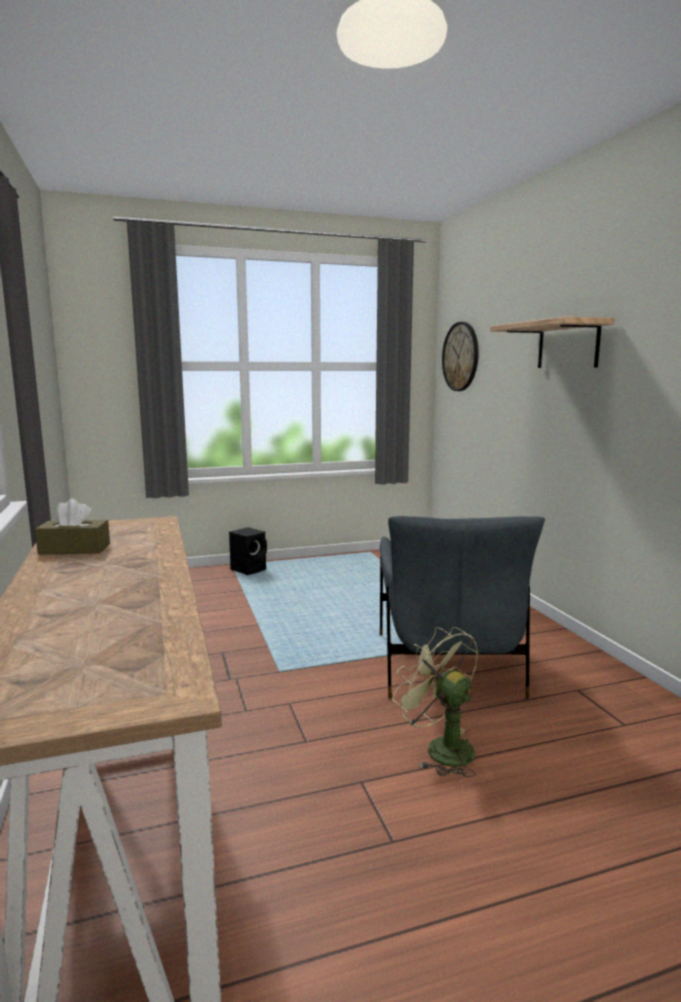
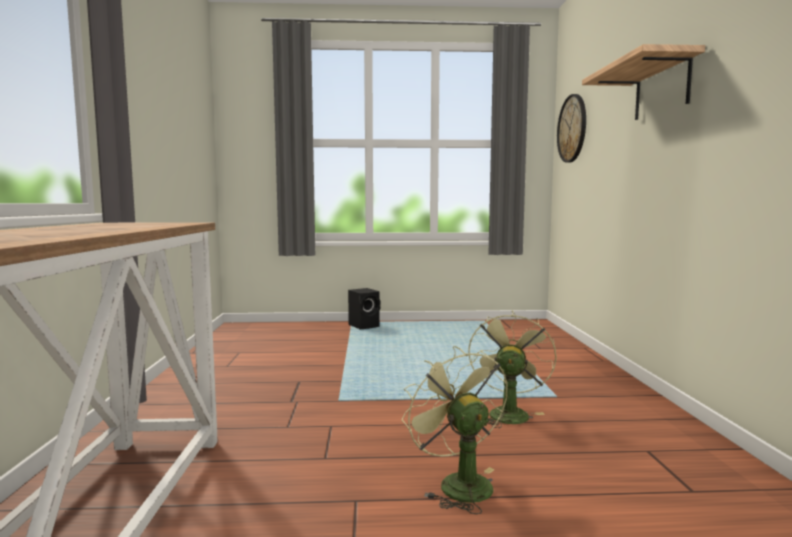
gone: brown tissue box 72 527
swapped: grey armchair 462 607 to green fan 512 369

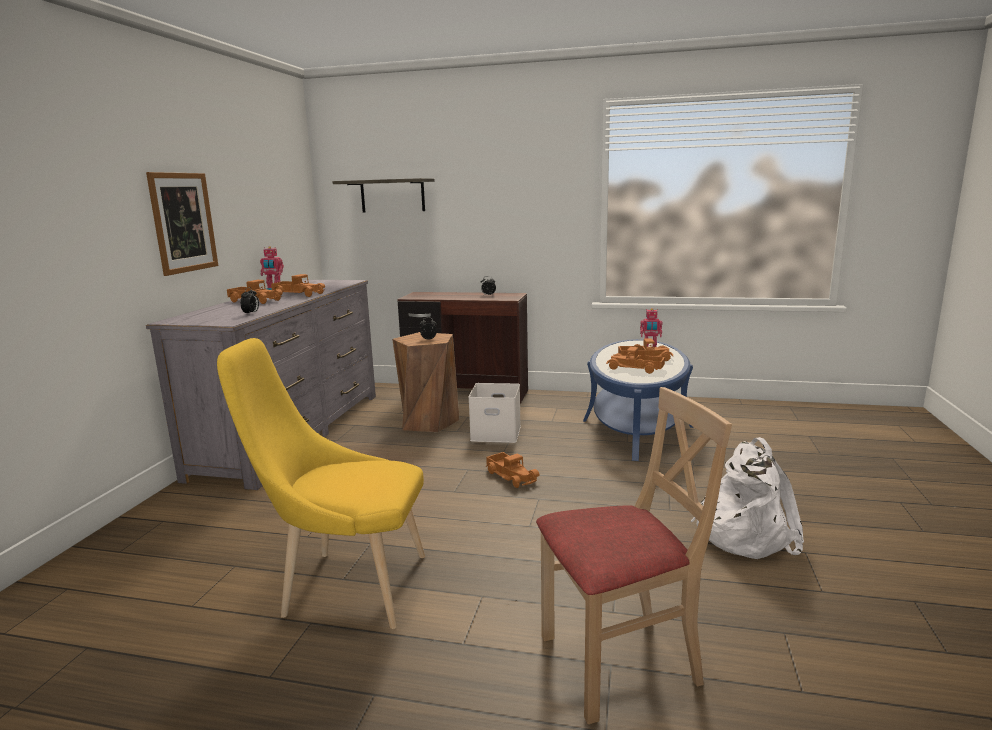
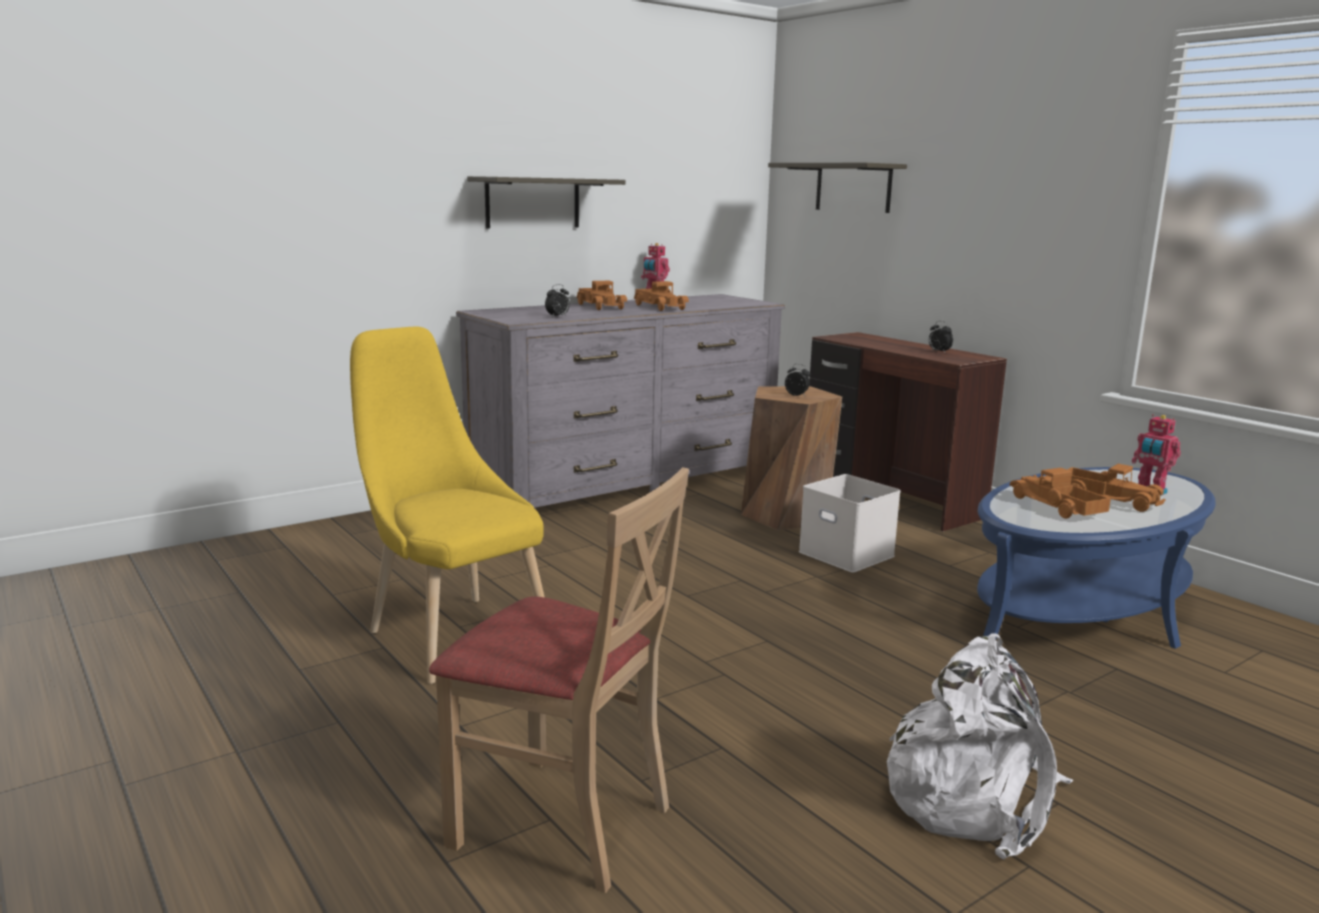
gone: toy truck 513 470
swapped: picture 182 224 to shelf 546 202

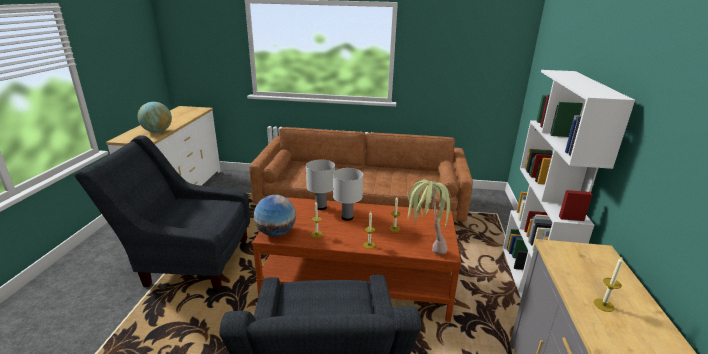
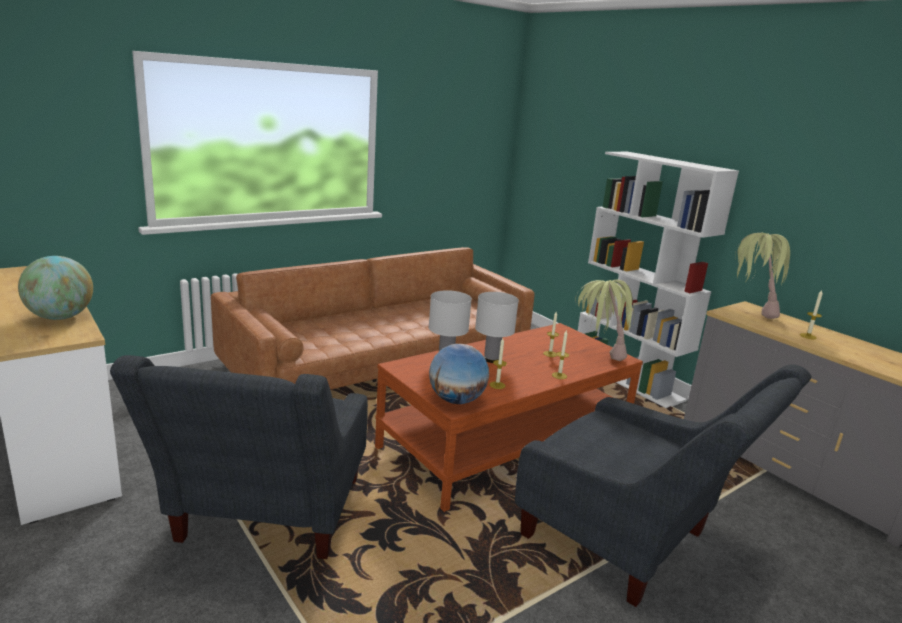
new: potted plant 762 276
rotated: grey armchair 162 212 = 239 457 45 degrees counterclockwise

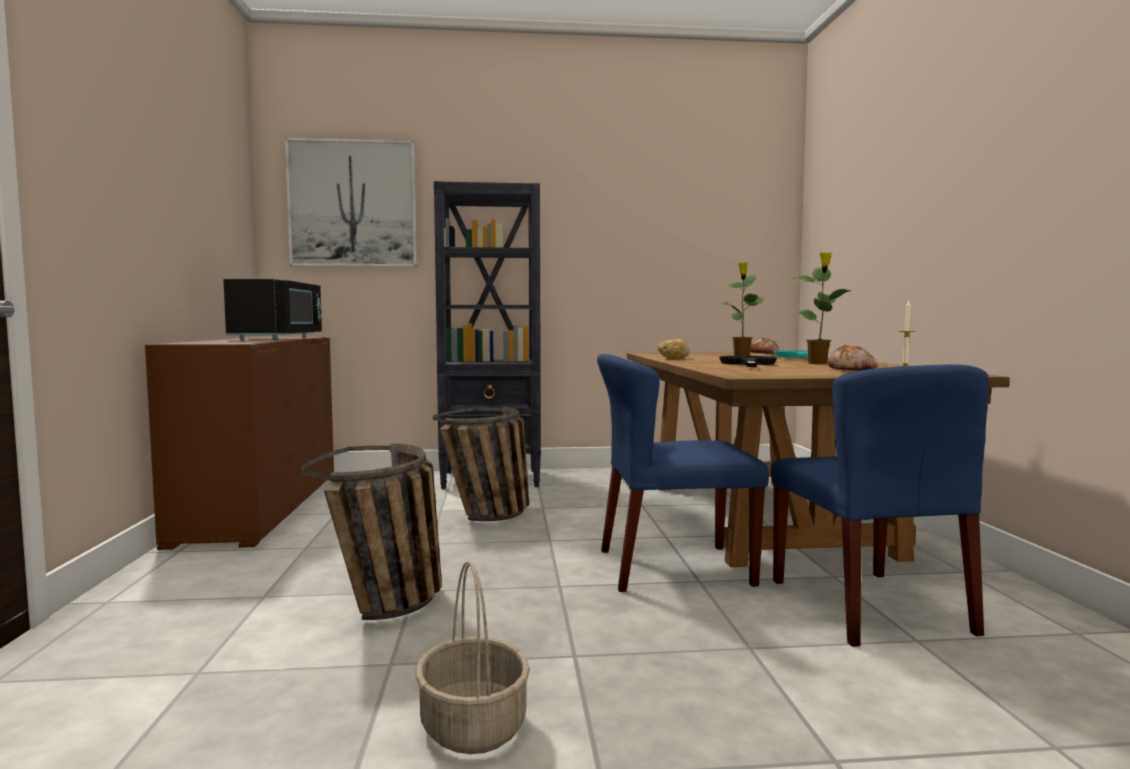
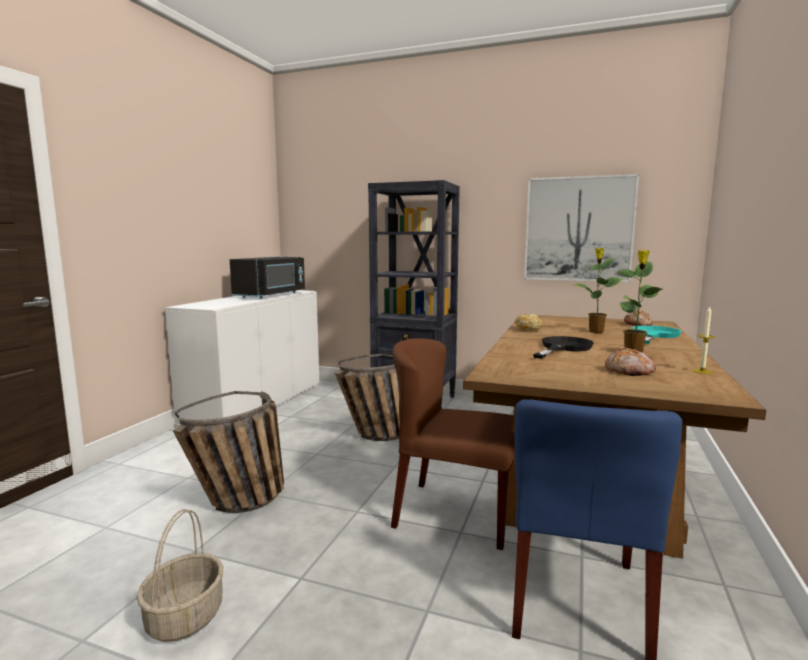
shifted: picture 351 202 to 581 228
repainted: brown cabinet 239 443 to white cabinet 242 359; blue chair 683 473 to brown chair 453 444

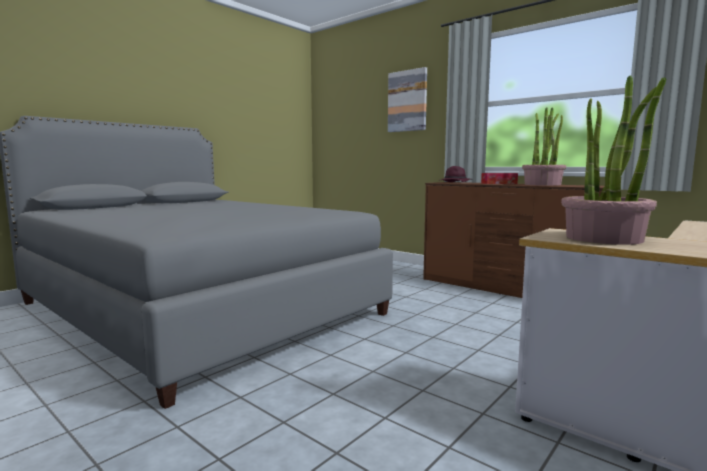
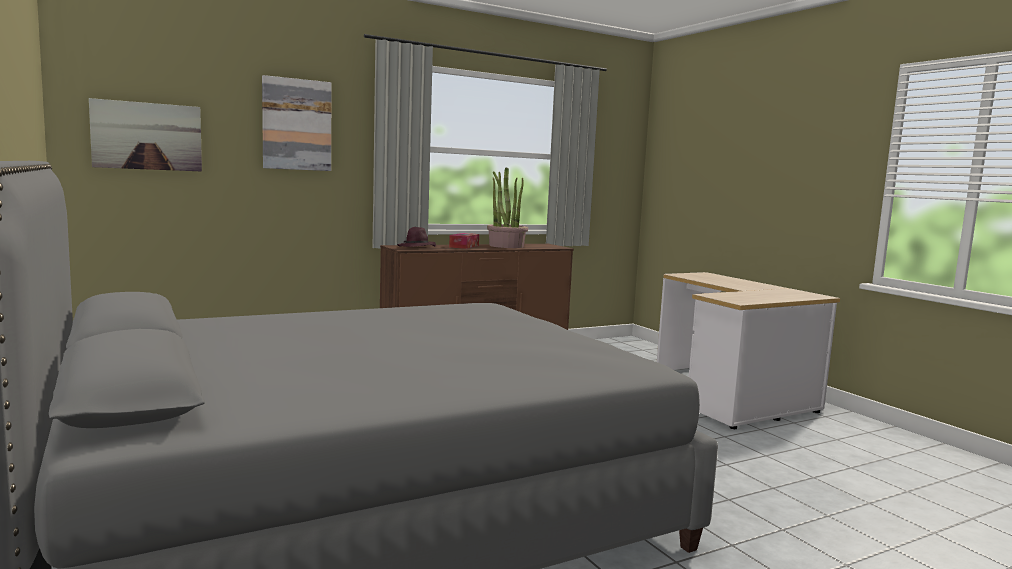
gone: potted plant 613 160
new: picture 145 134

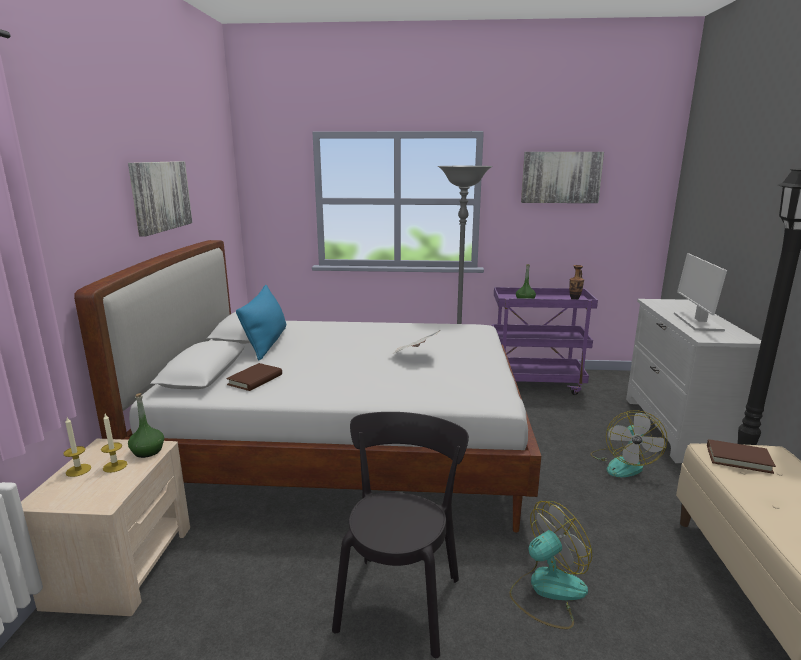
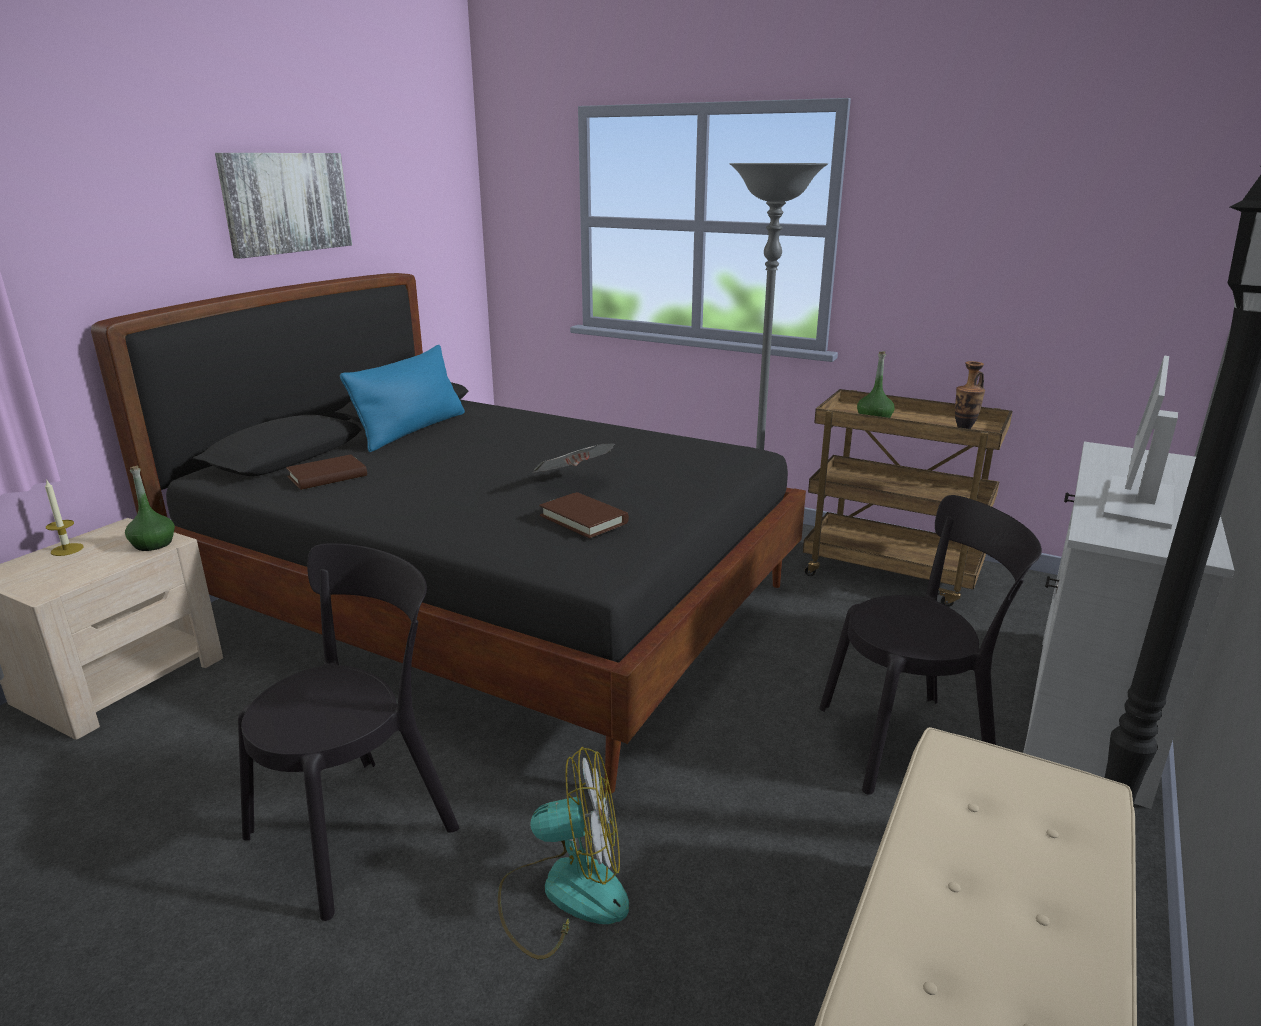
gone: candle 114 443; picture 562 177
shifted: brown book 741 456 to 584 515
swapped: fan 629 443 to black chair 930 645
repainted: white bed 307 386 to black bed 448 533; purple cart 545 341 to brown cart 908 498

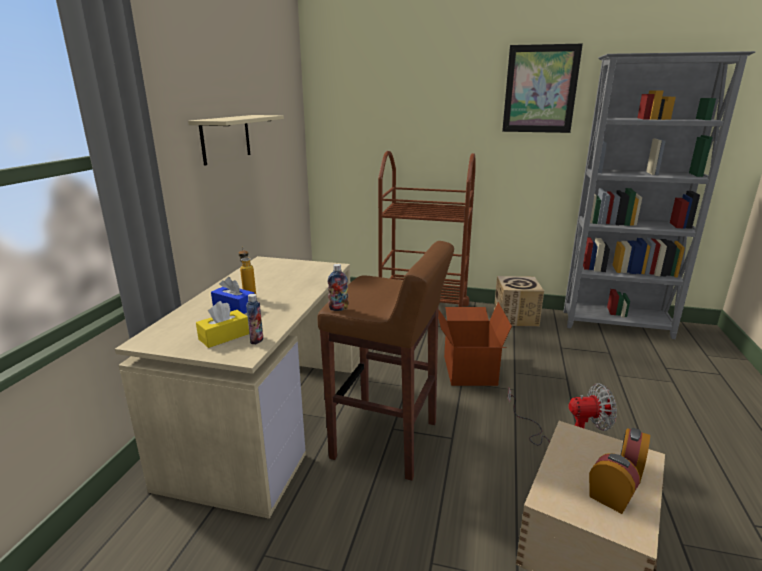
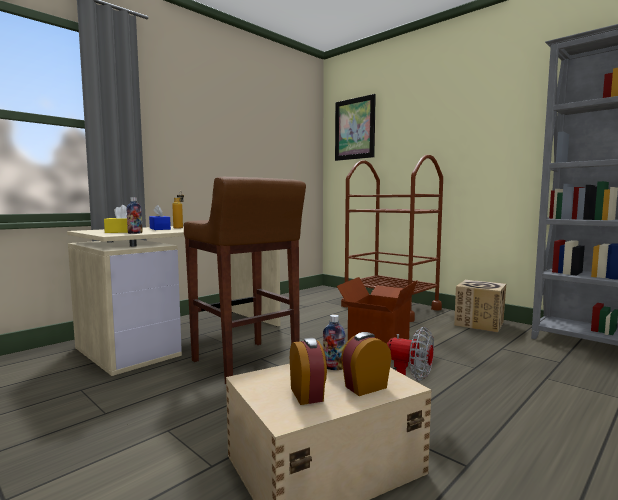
gone: beige shelf 236 140
shifted: bottle 338 287 to 334 342; picture 542 88 to 355 127

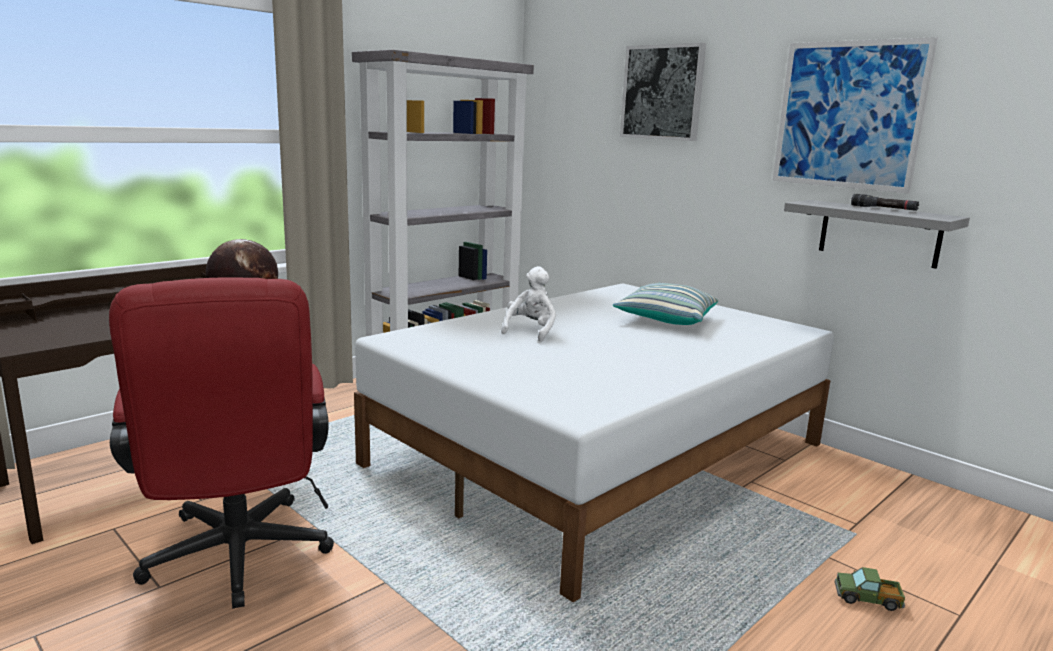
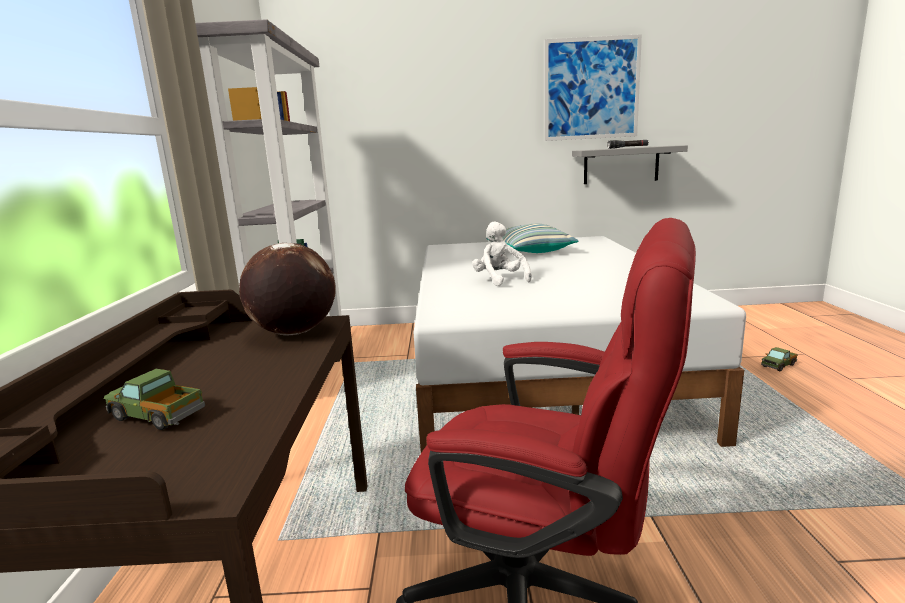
gone: picture 663 92
new: toy truck 154 399

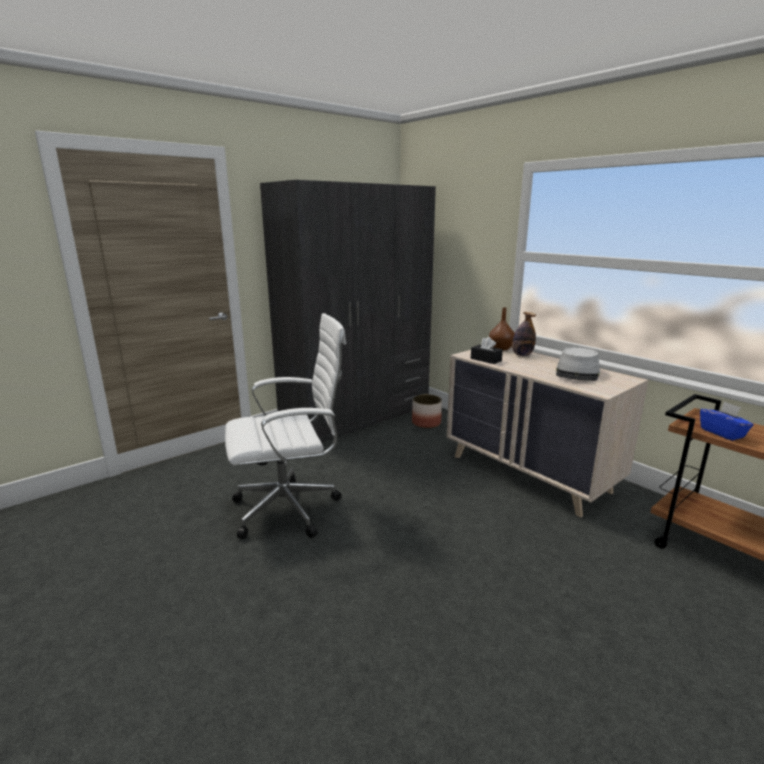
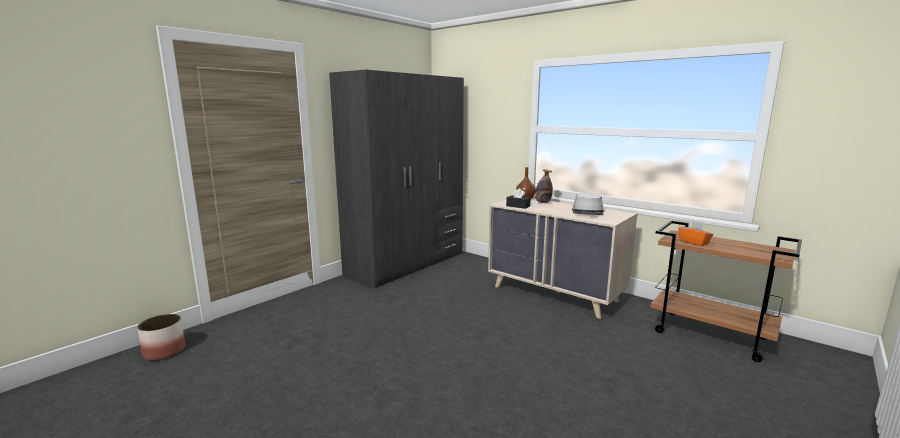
gone: white office chair 285 426
shifted: planter 427 411 to 161 337
repainted: blue tissue box 726 421 to orange tissue box 695 233

